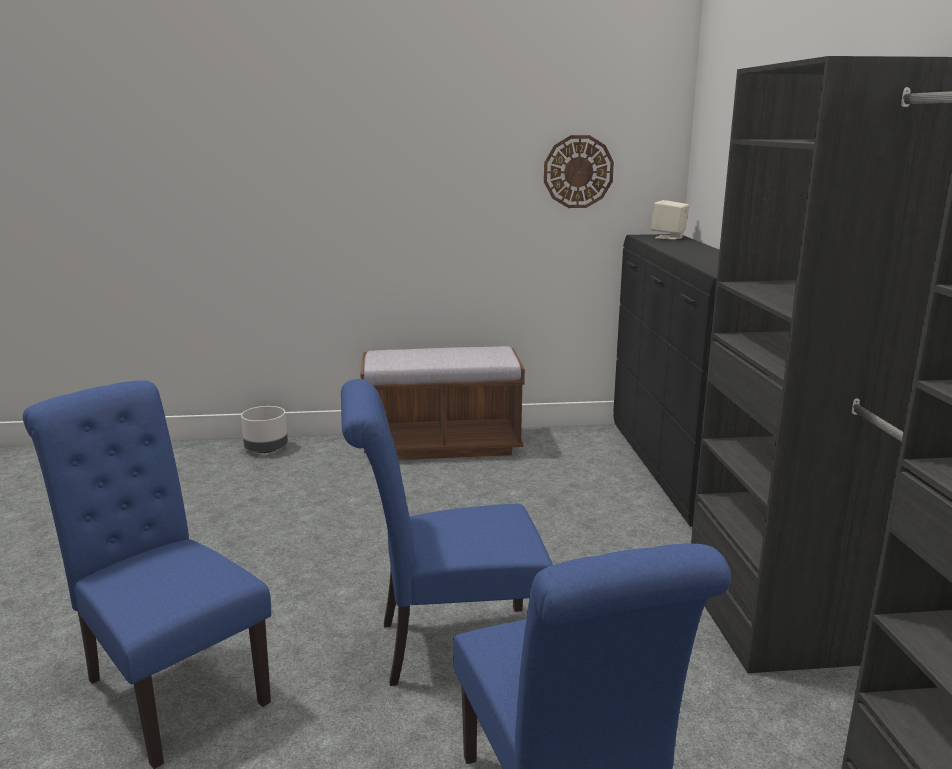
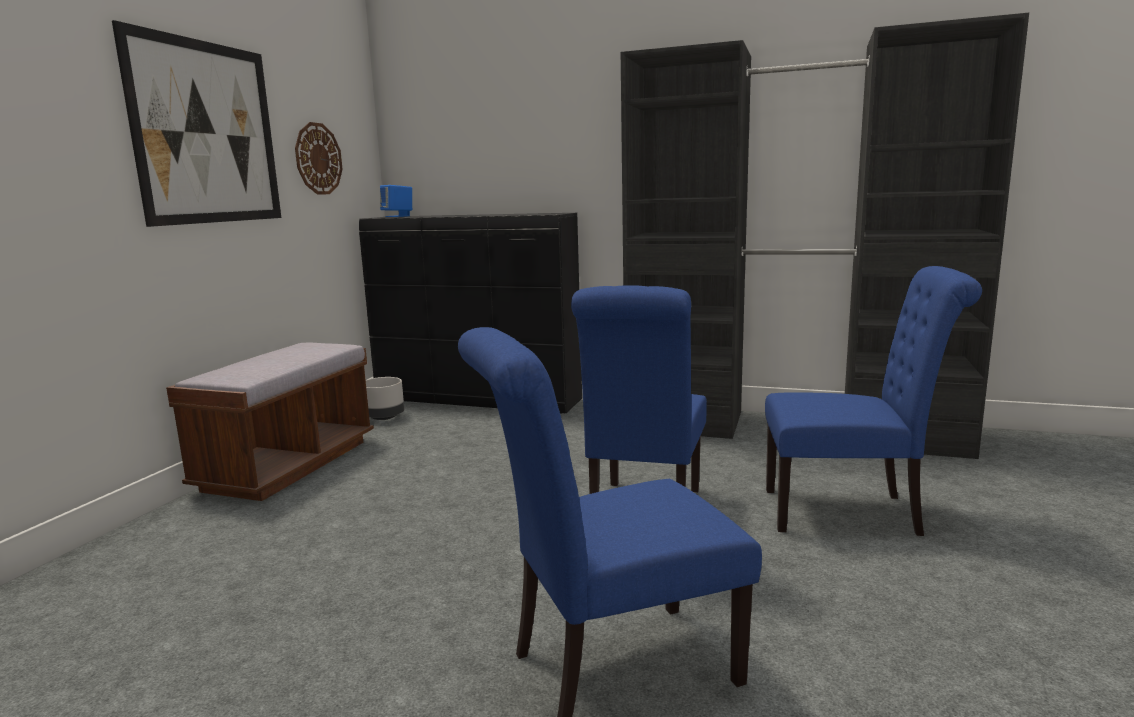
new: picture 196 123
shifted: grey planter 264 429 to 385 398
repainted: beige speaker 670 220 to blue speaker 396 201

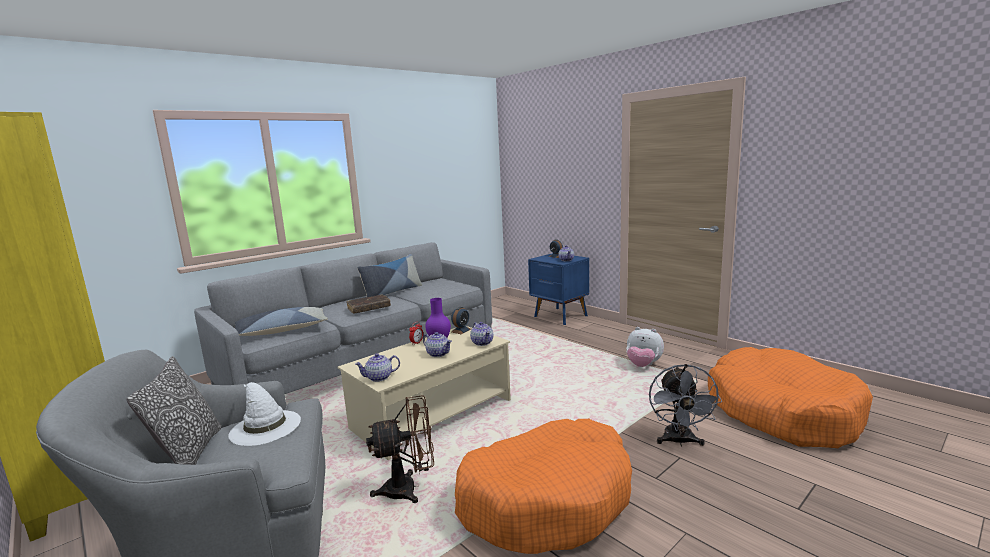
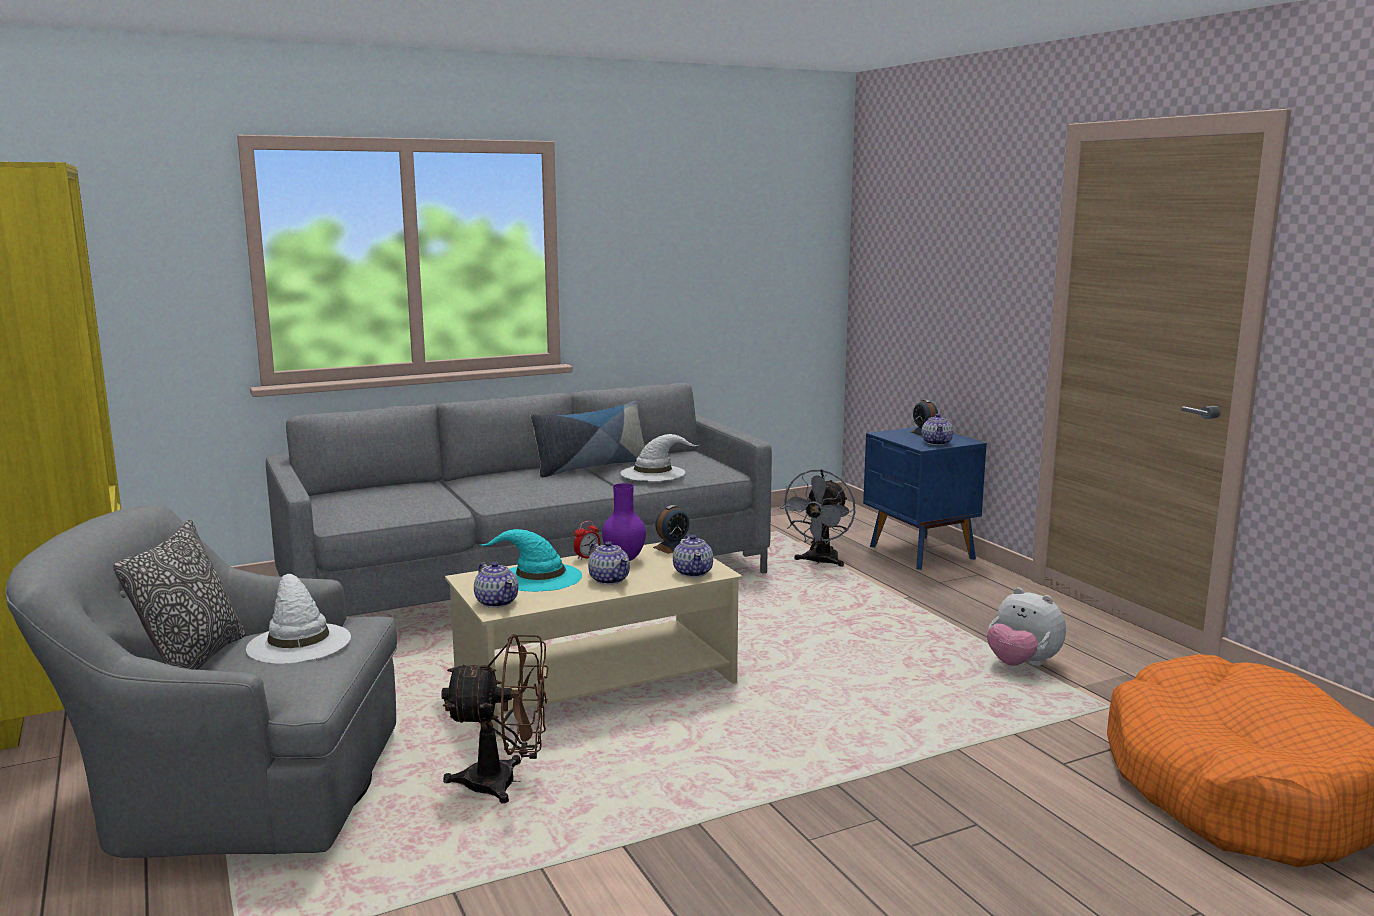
gone: pillow 281 321; brown book 368 304; orange dog bed 543 486
new: turquoise hat 530 560; white hat 659 457
shifted: grey fan 685 405 to 817 518
rotated: teapot 377 367 = 496 585 120 degrees counterclockwise

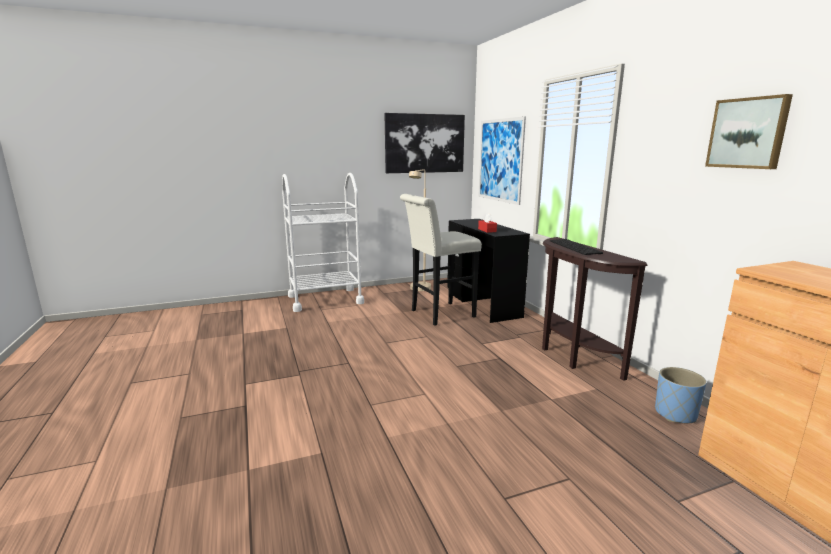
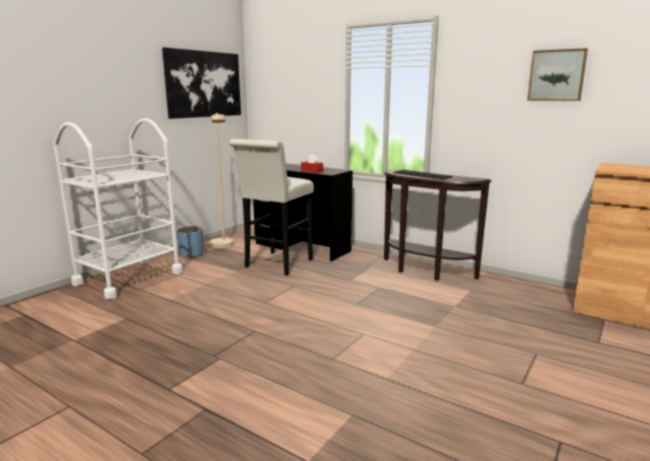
gone: picture 502 160
shifted: blue planter 681 395 to 190 242

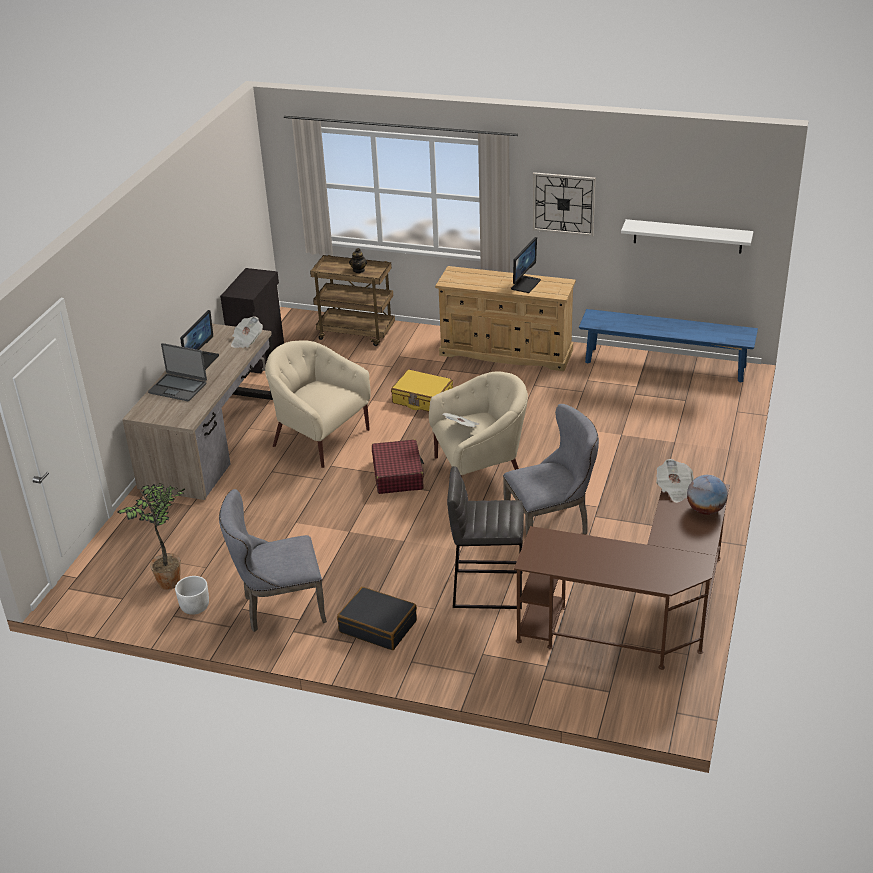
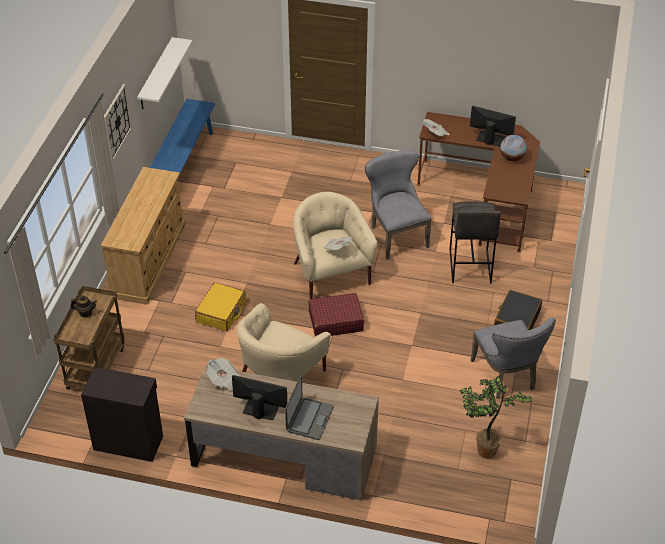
gone: white planter 192 595
shifted: monitor 526 265 to 493 126; globe 707 495 to 513 148

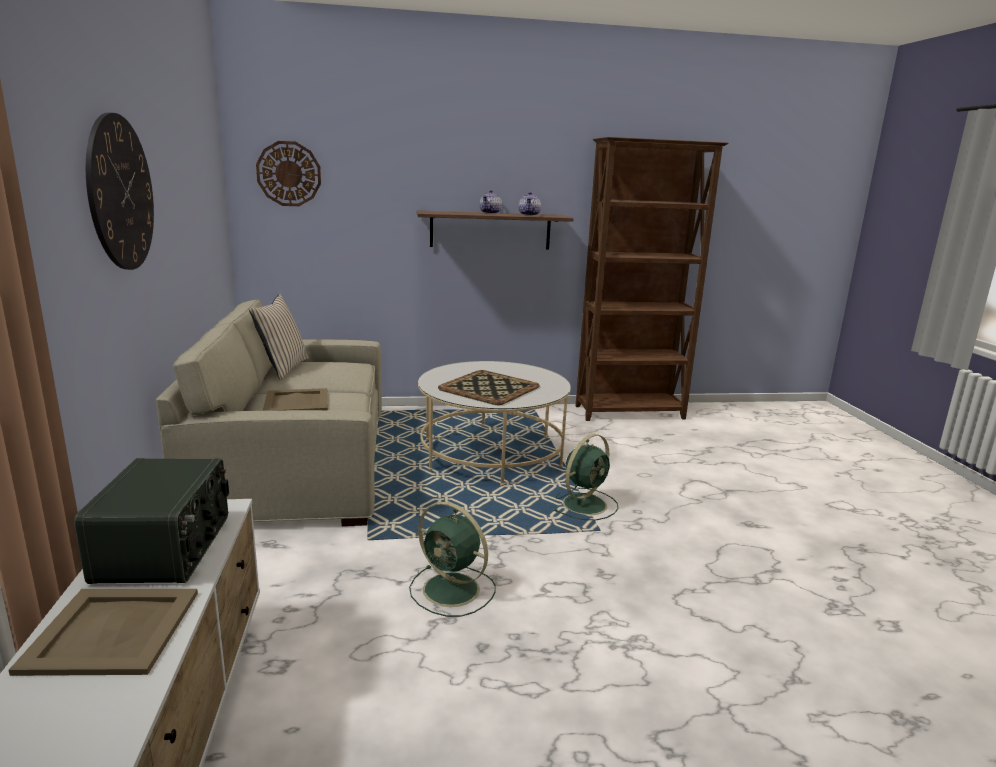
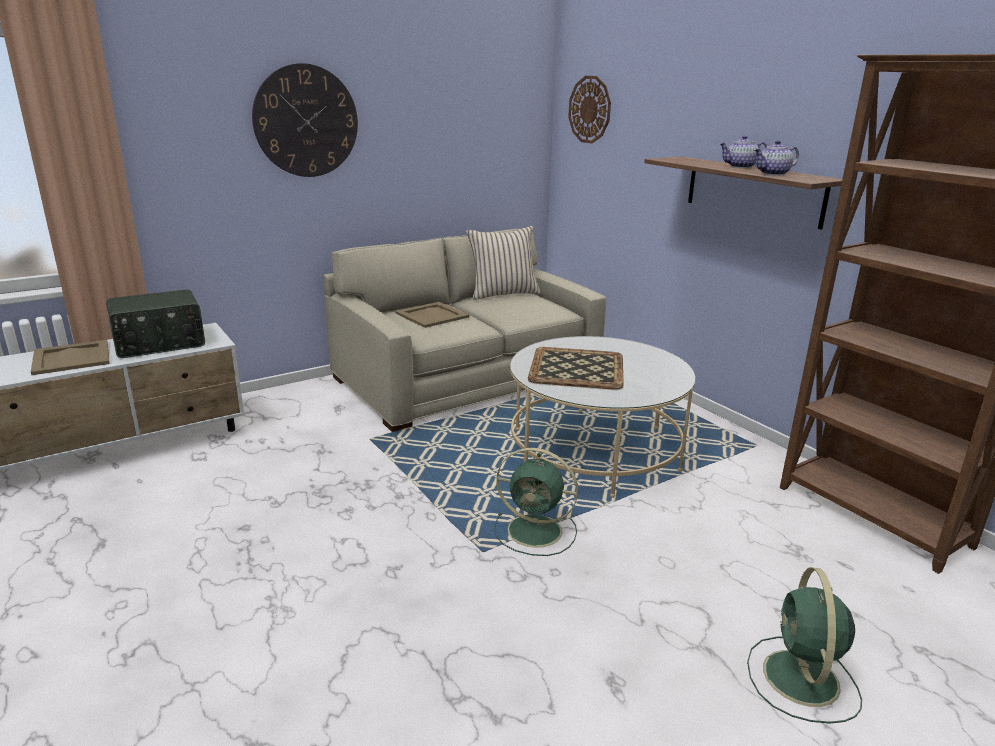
shifted: green fan 452 559 to 804 645

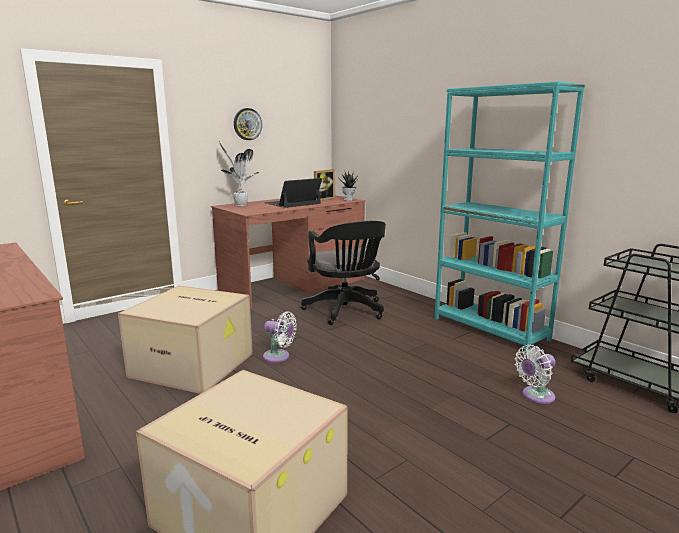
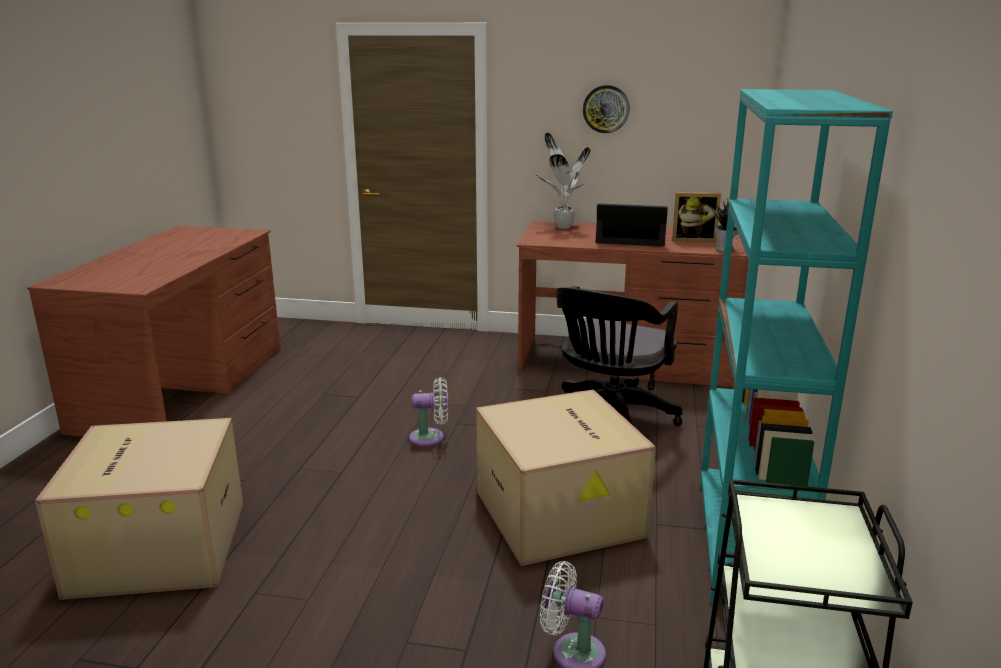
shifted: cardboard box 185 340 to 566 477
rotated: white fan 280 337 = 428 412 75 degrees counterclockwise

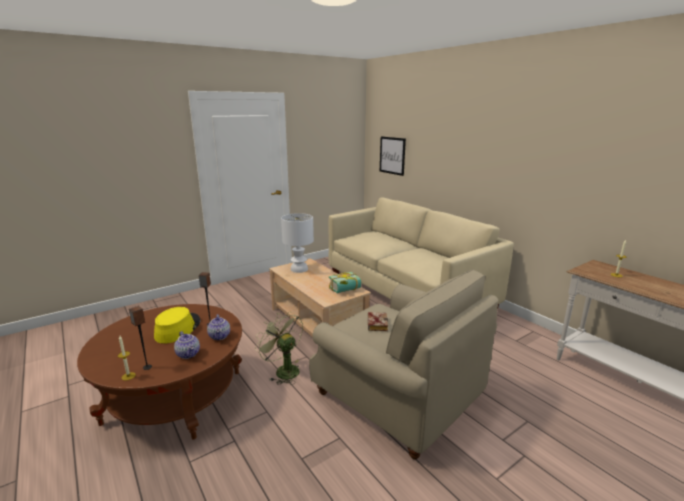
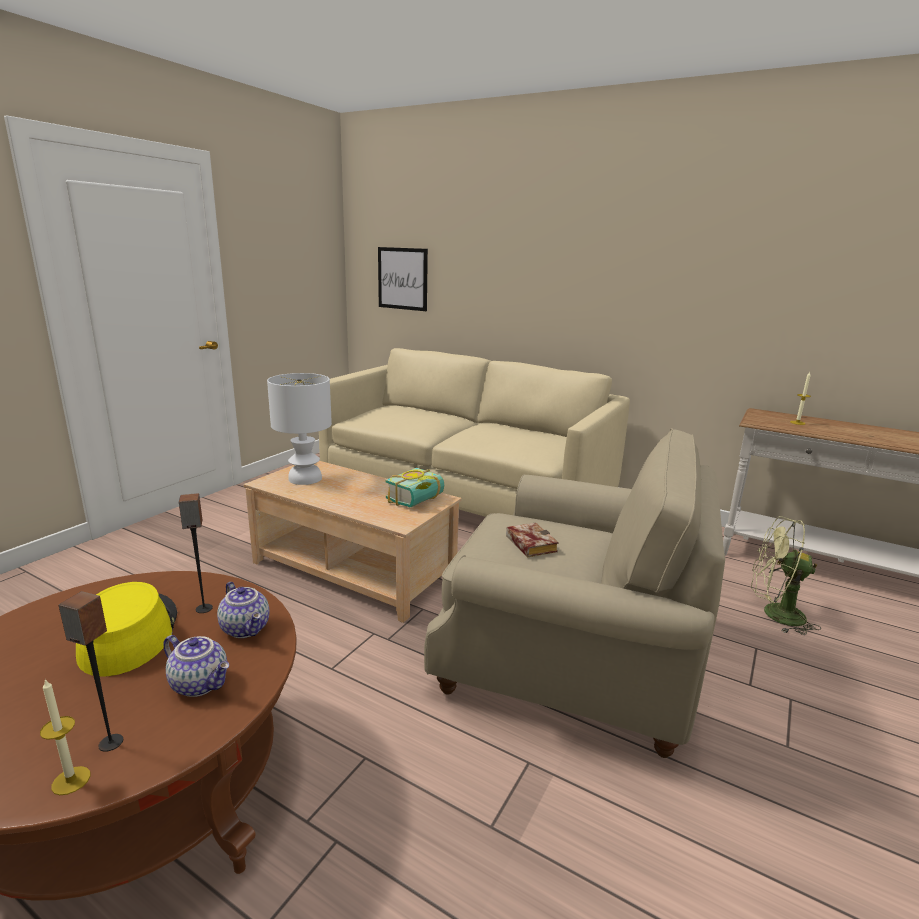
shifted: green fan 279 347 to 786 575

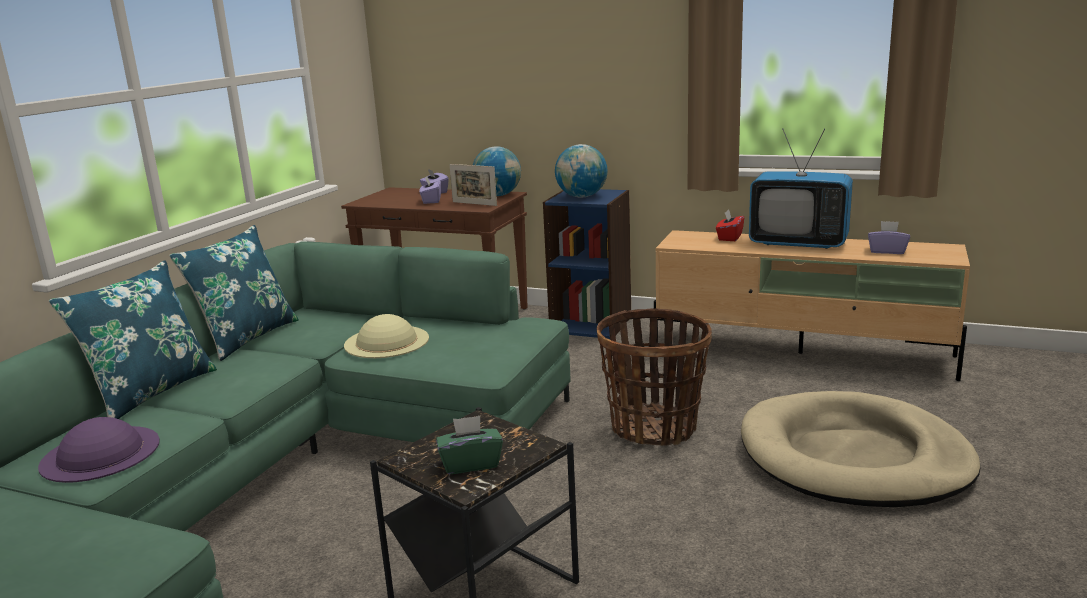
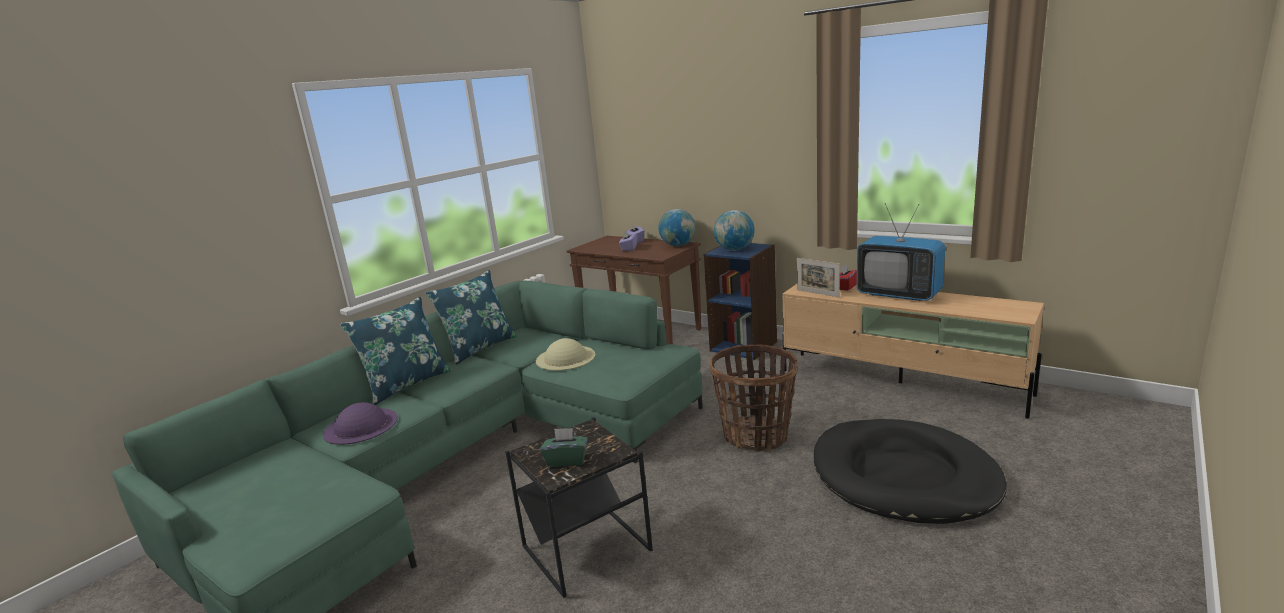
gone: purple tissue box 889 237
shifted: picture frame 473 185 to 818 277
repainted: beige dog bed 860 449 to black dog bed 910 471

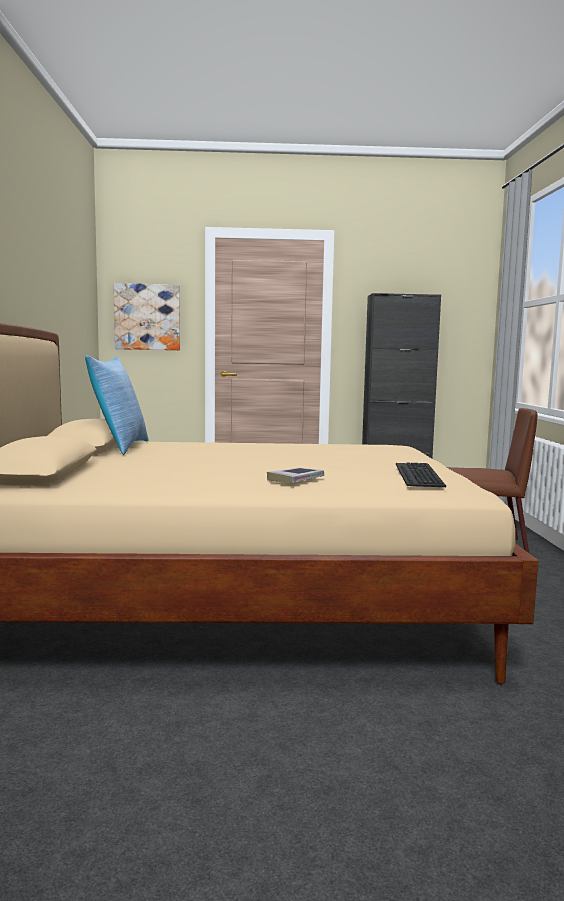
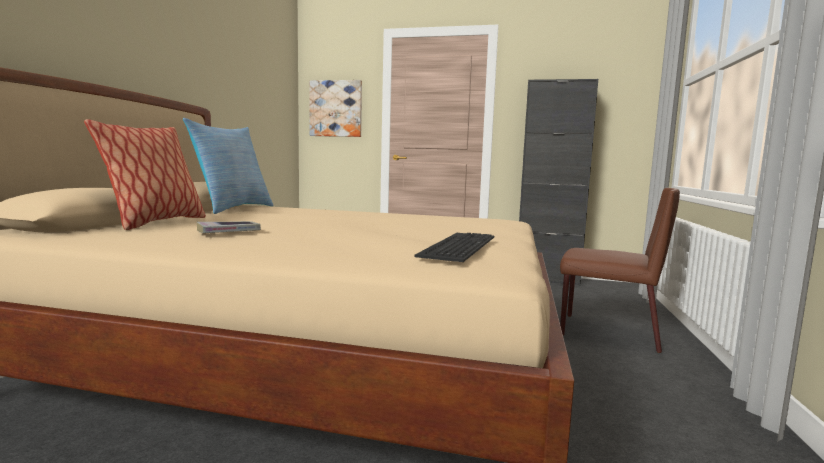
new: pillow 145 174
shifted: book 295 475 to 229 227

